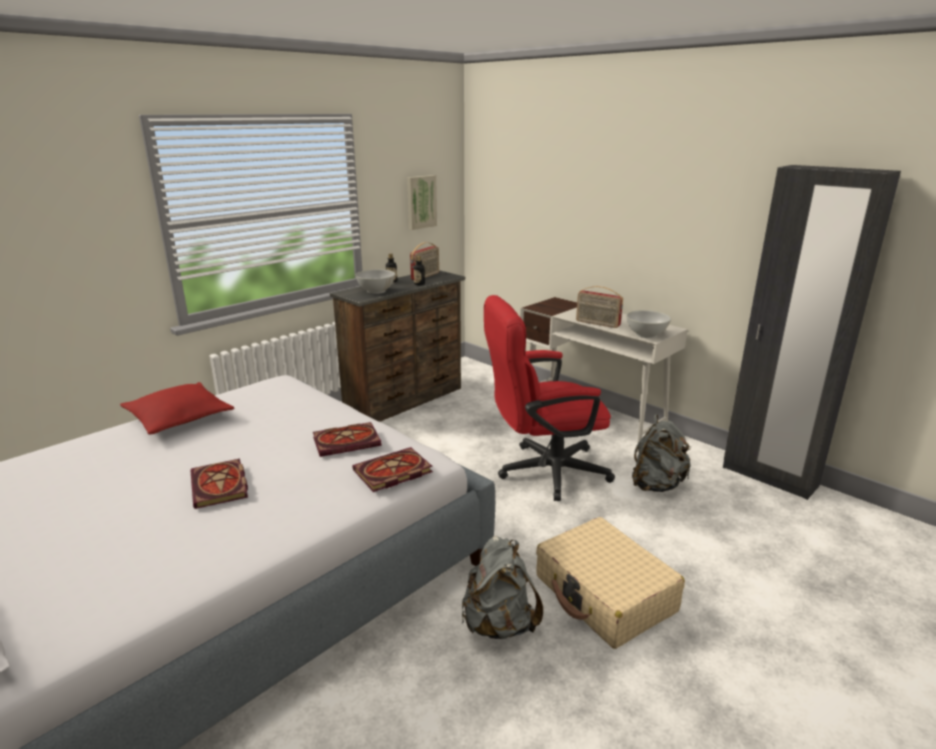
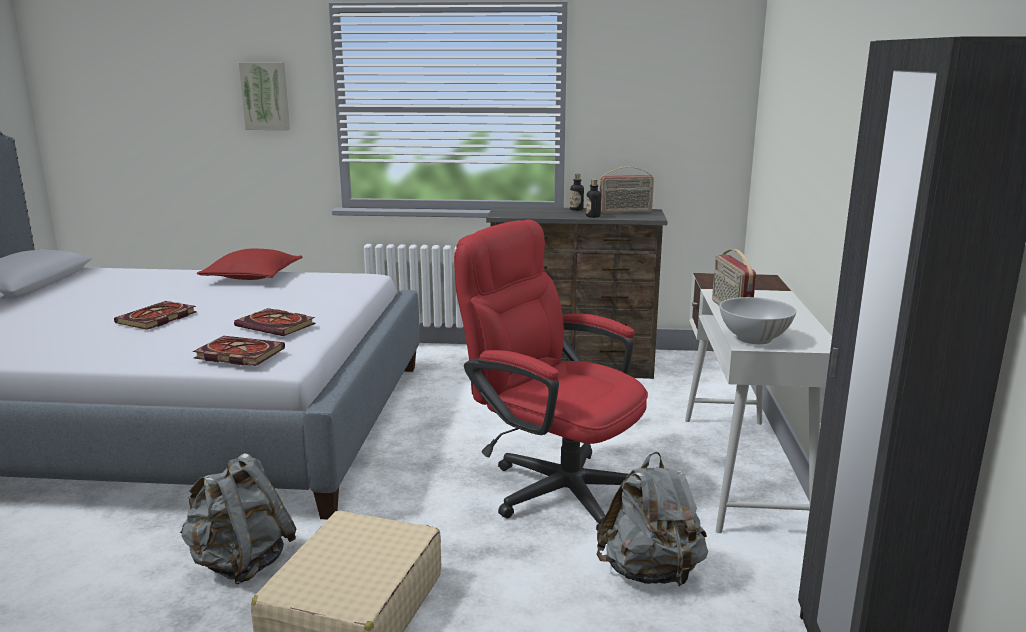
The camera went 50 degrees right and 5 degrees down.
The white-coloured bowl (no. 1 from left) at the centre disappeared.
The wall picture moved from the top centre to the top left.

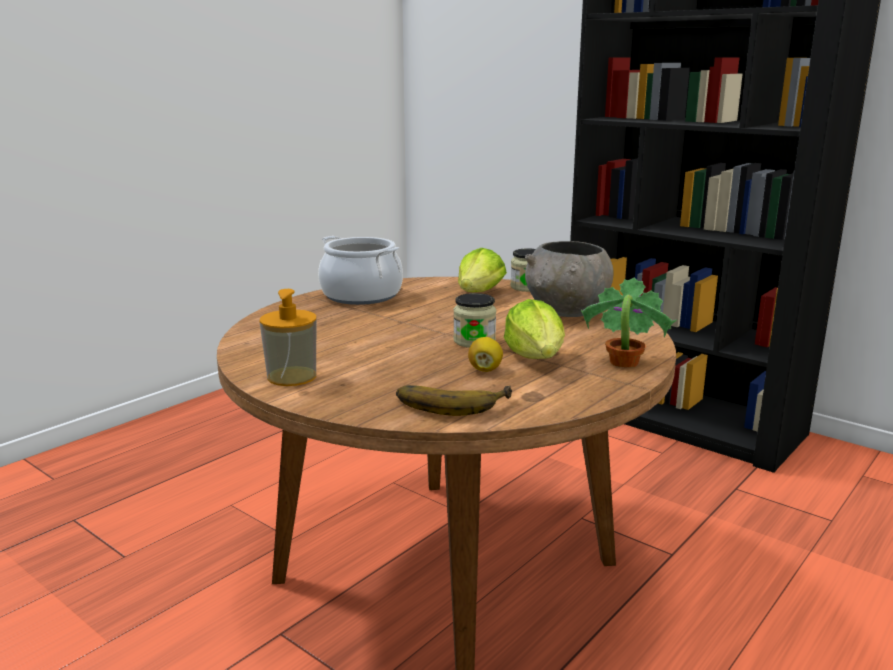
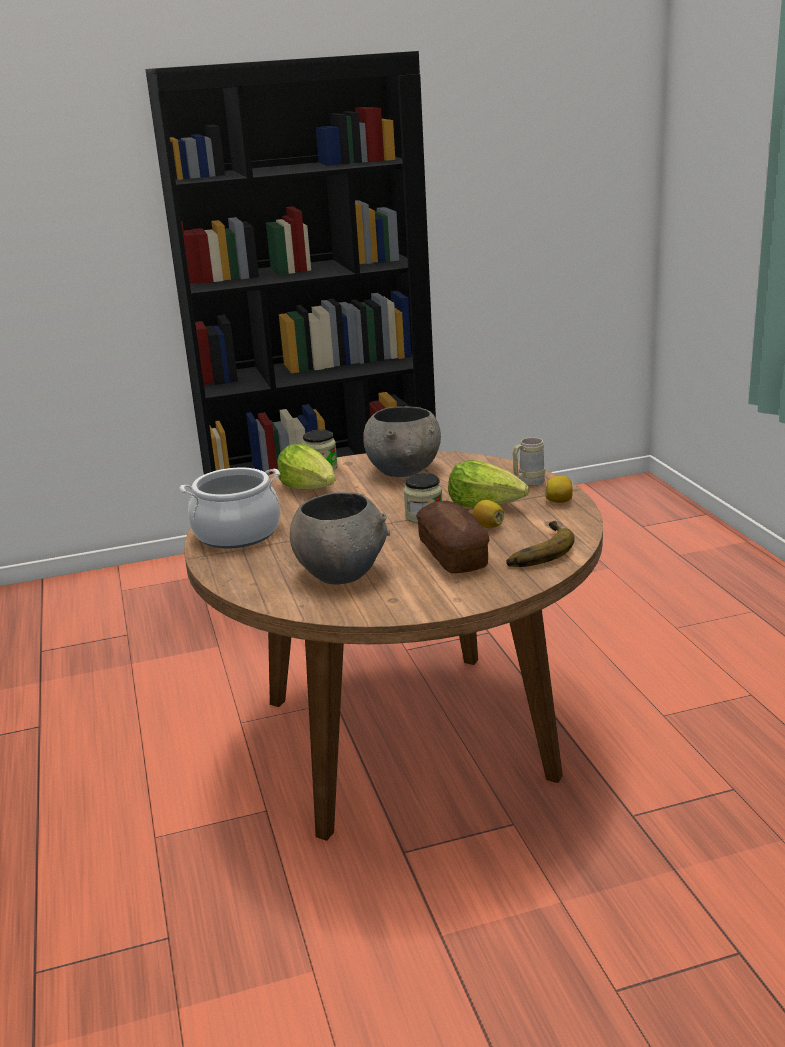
The camera went 55 degrees left and 5 degrees up.
The liquid soap bottle at the middle left disappeared.
The greyish bowl (no. 1 from left) at the centre appeared.
The bread at the centre appeared.
The whole lemon (no. 2 from left) at the middle right appeared.
The potted plant at the middle right was replaced by the beige-coloured mug at the middle right.

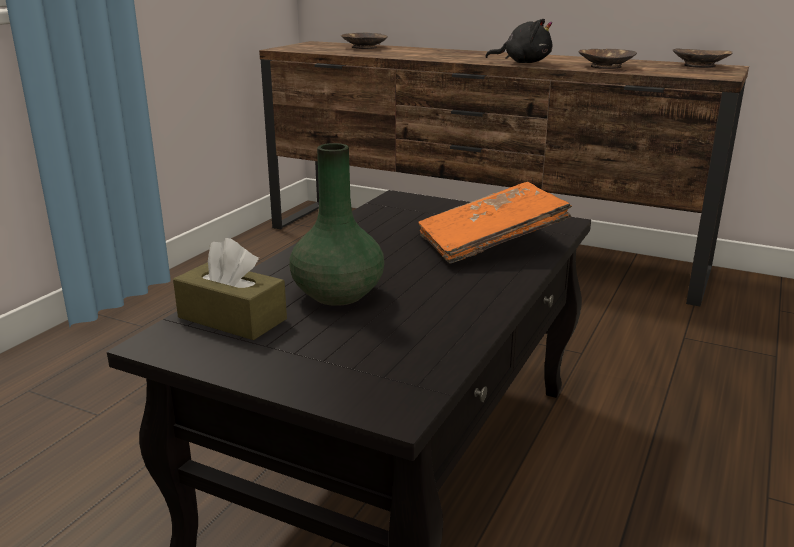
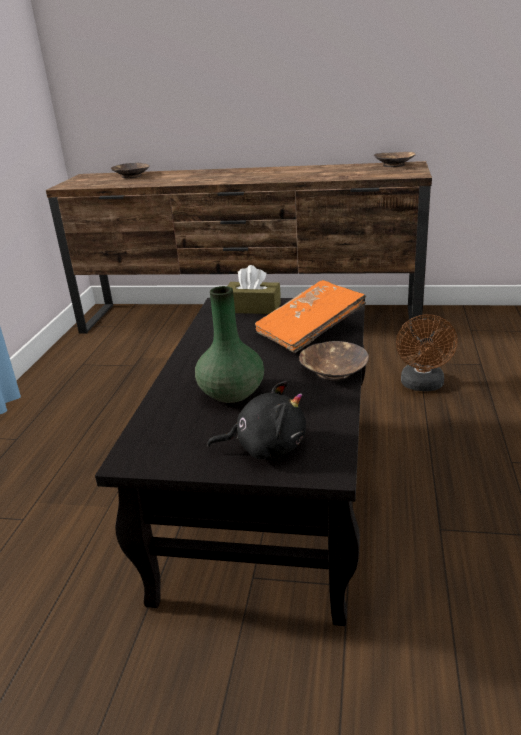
The camera went 15 degrees left and 5 degrees up.
The brown cooling fan at the middle right appeared.
The brown tissue holder moved from the middle left to the centre.
The blackish plush toy moved from the top centre to the centre.
The brown bowl (no. 2 from left) moved from the top right to the centre.

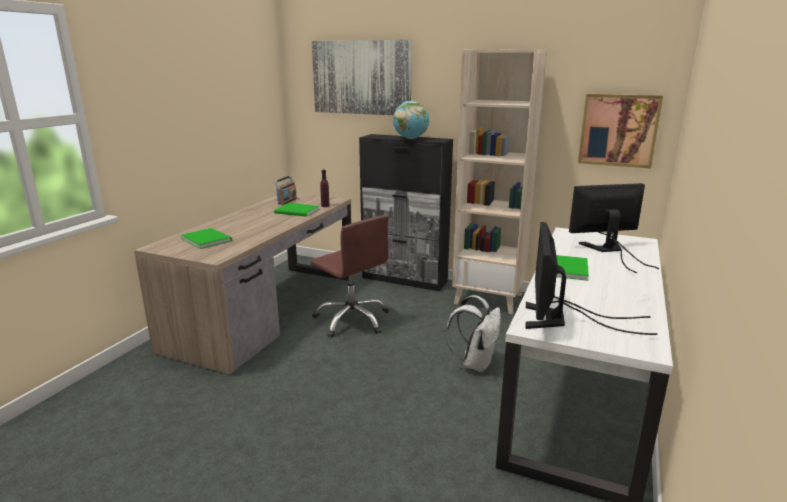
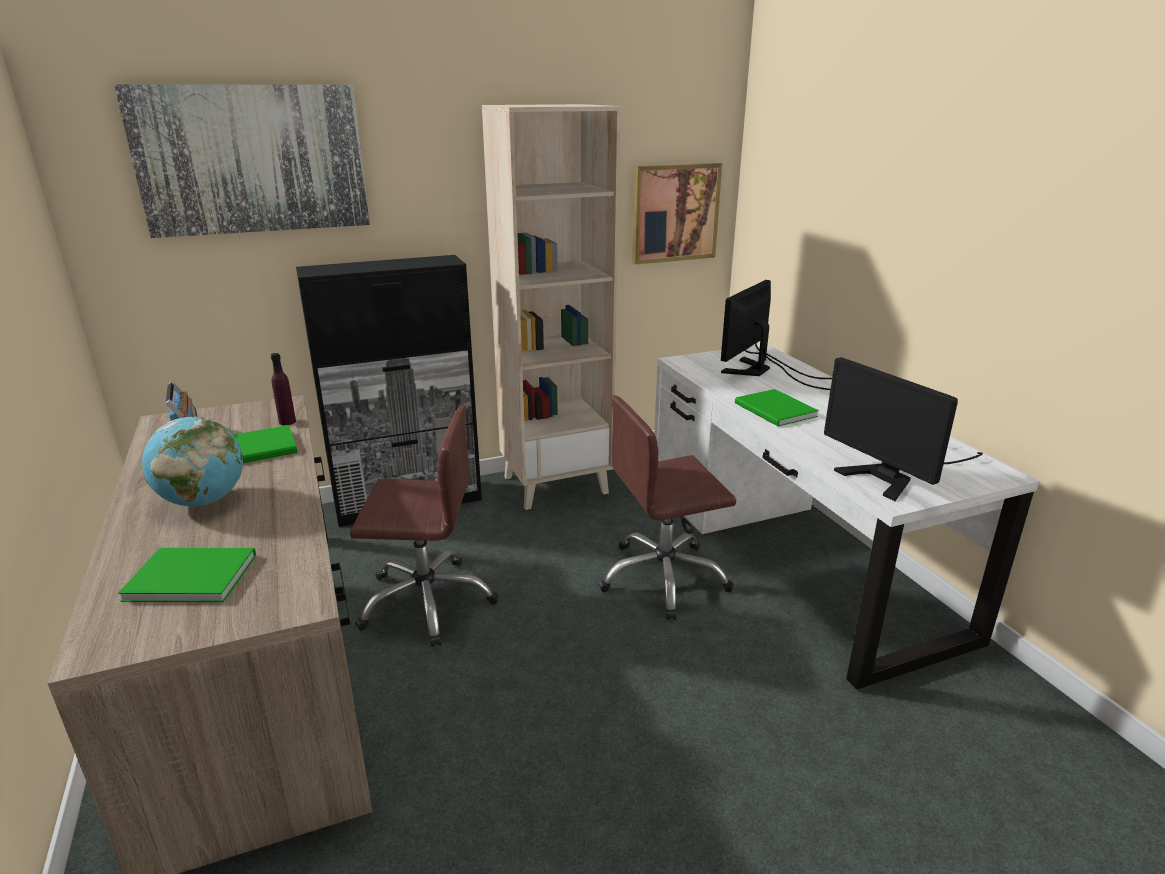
The camera went 45 degrees left and 5 degrees up.
The world globe moved from the top centre to the middle left.
The white-coloured rucksack at the centre was replaced by the brown computer chair (no. 2 from left) at the centre.

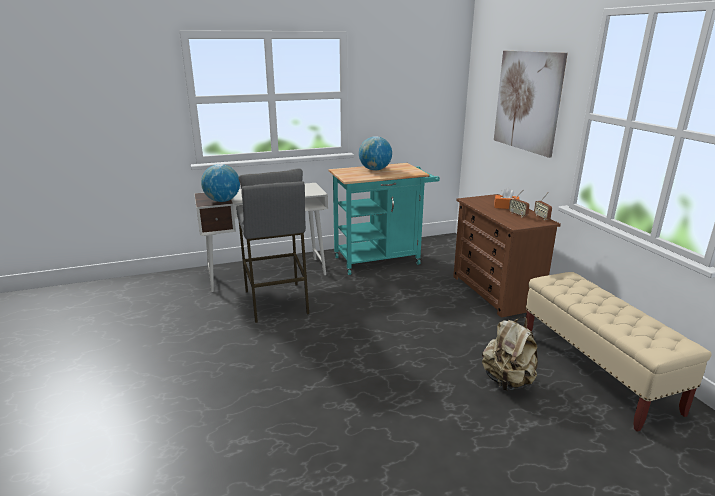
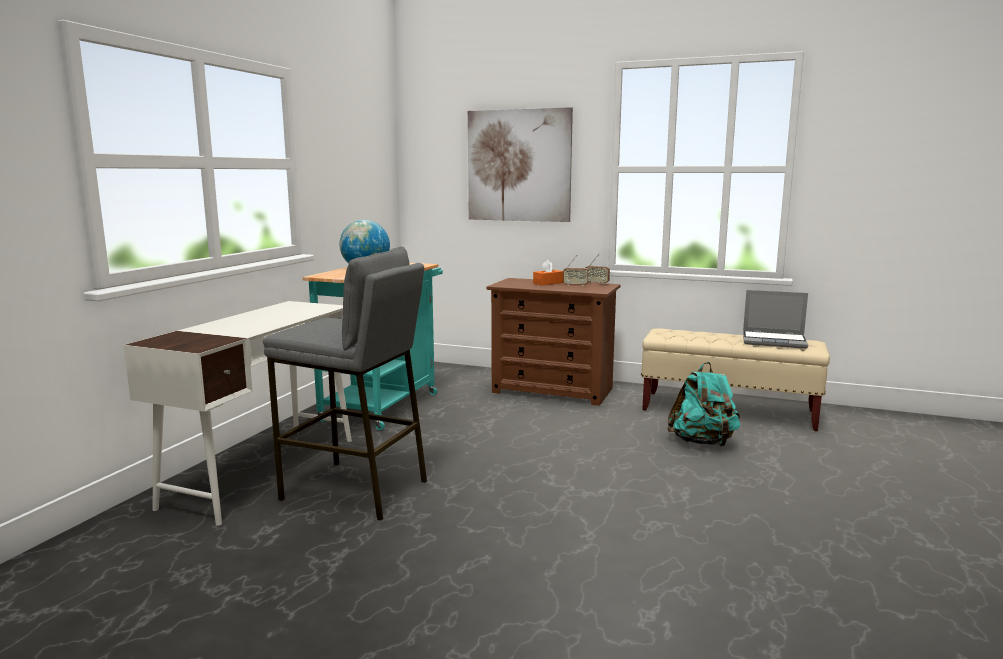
The camera went 50 degrees left and 10 degrees down.
The world globe (no. 1 from left) at the middle left disappeared.
The laptop at the middle right appeared.
The beige-coloured rucksack at the bottom right became the turquoise-coloured rucksack at the middle right.

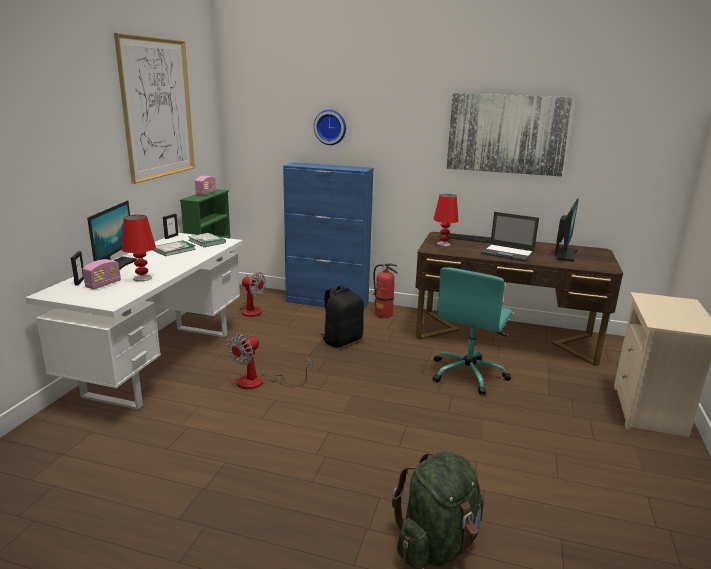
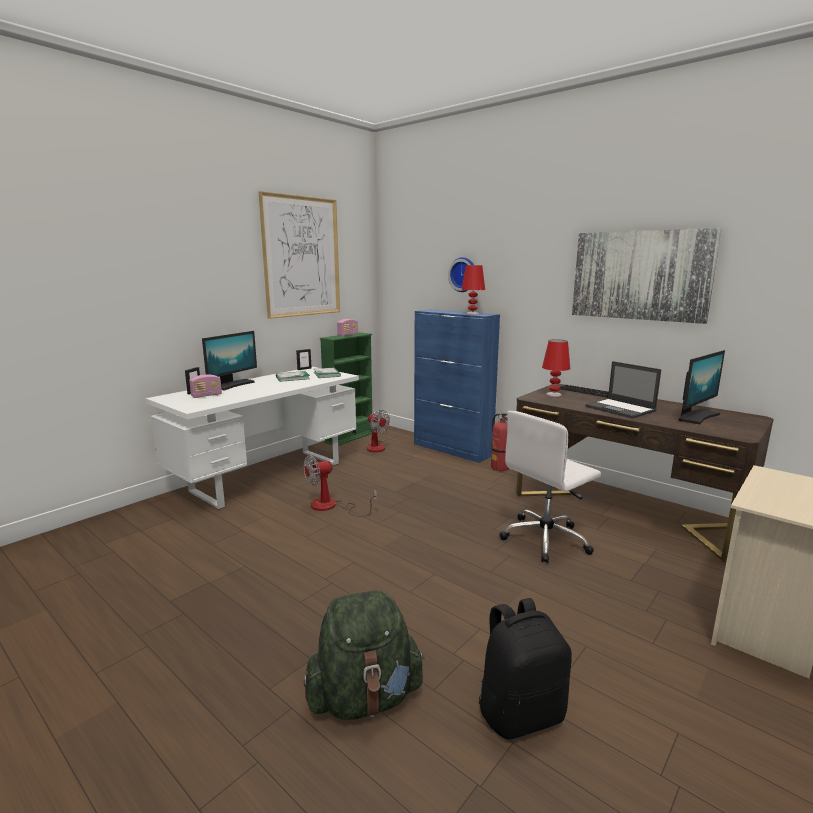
The camera went 25 degrees right and 5 degrees down.
The reddish table lamp (no. 1 from left) moved from the middle left to the centre.
The blackish rucksack moved from the centre to the bottom centre.
The turquoise-coloured computer chair at the centre became the white-coloured computer chair at the middle right.

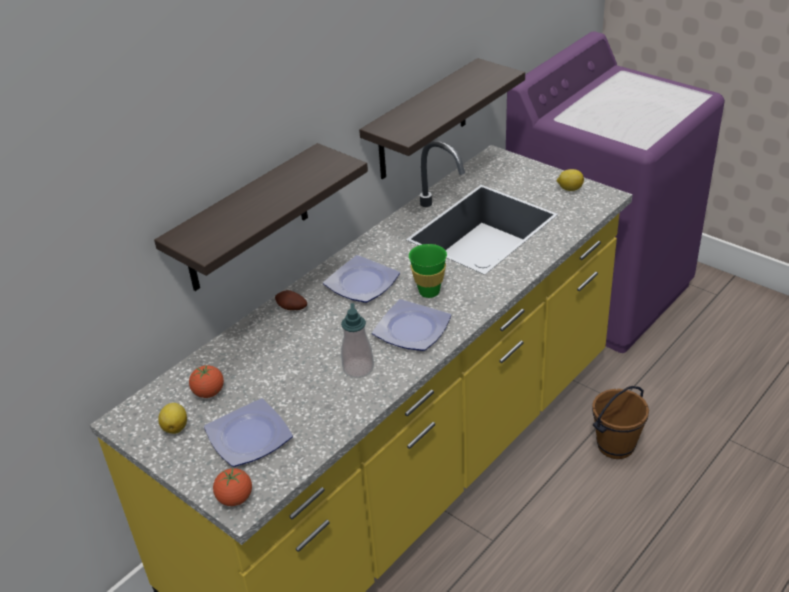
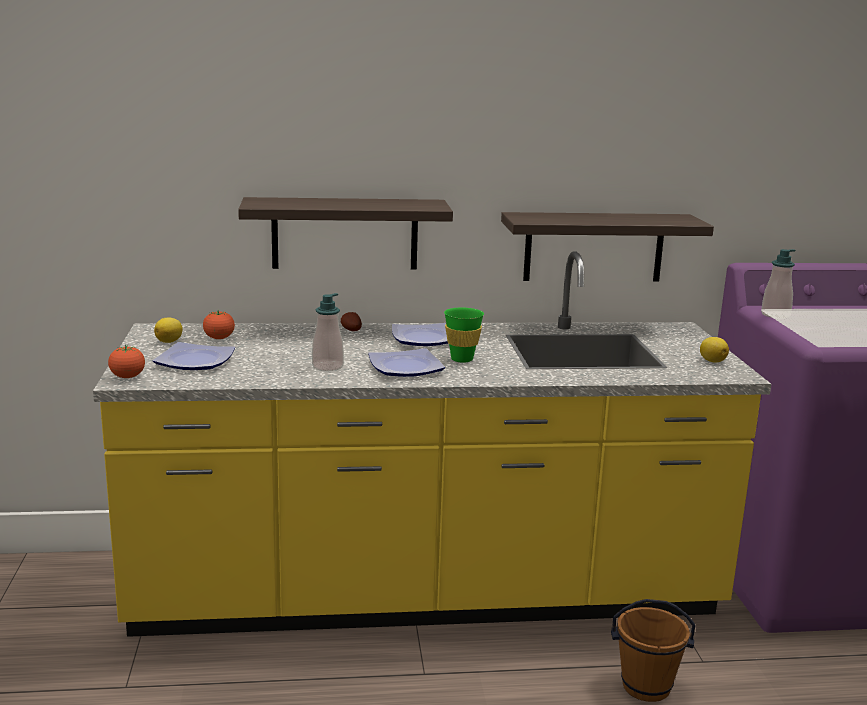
The camera went 40 degrees right and 20 degrees down.
The liquid soap bottle (no. 2 from left) at the middle right appeared.

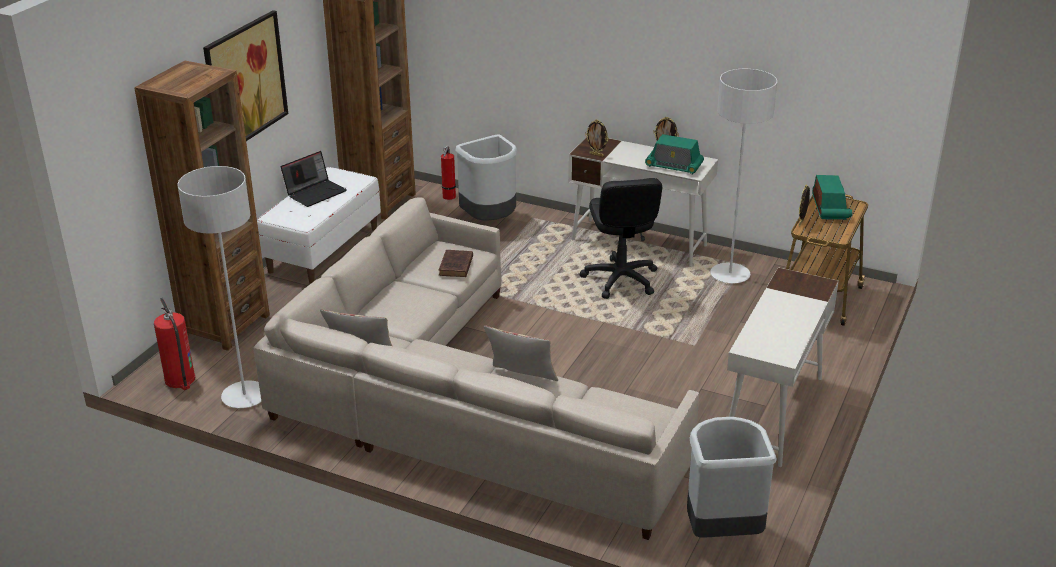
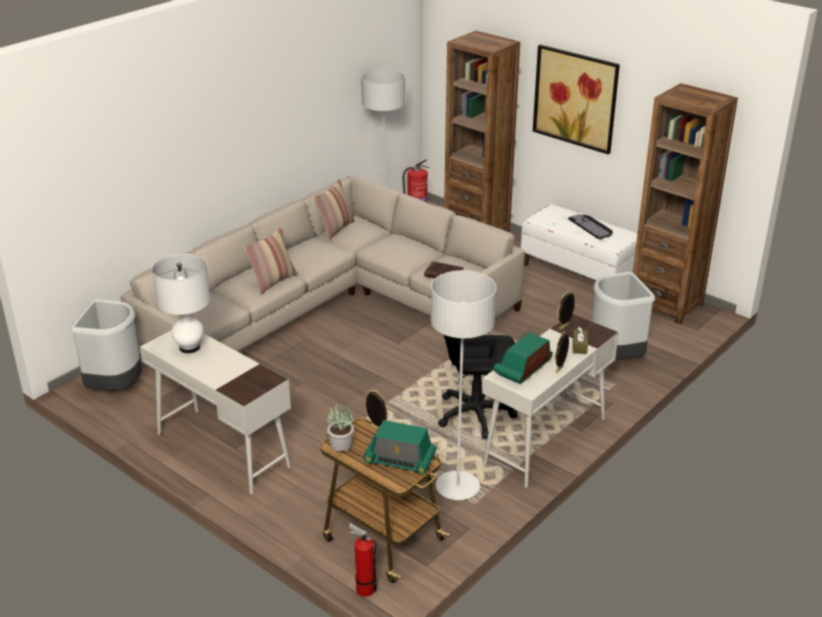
The camera went 105 degrees right and 0 degrees up.
The white-coloured table lamp at the middle left appeared.
The potted plant at the bottom centre appeared.
The brown tissue holder at the middle right appeared.
The fire-fighting cylinder (no. 2 from left in the first image) moved from the top centre to the bottom centre.
The laptop at the top left was replaced by the PC keyboard at the middle right.

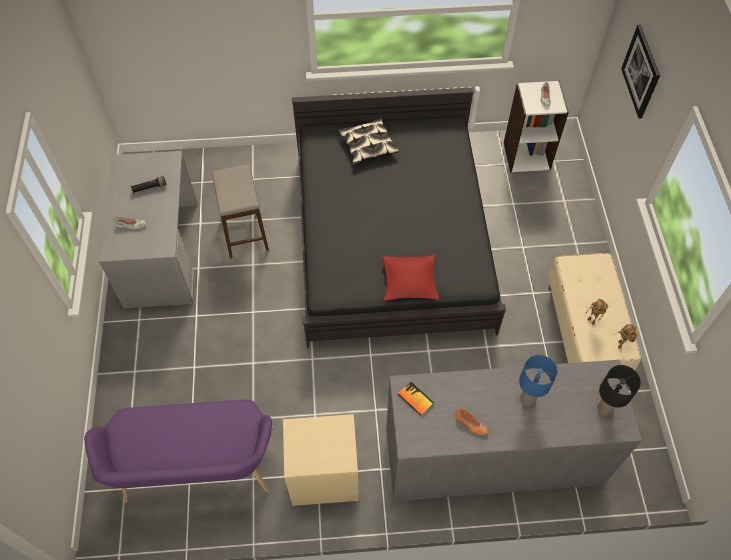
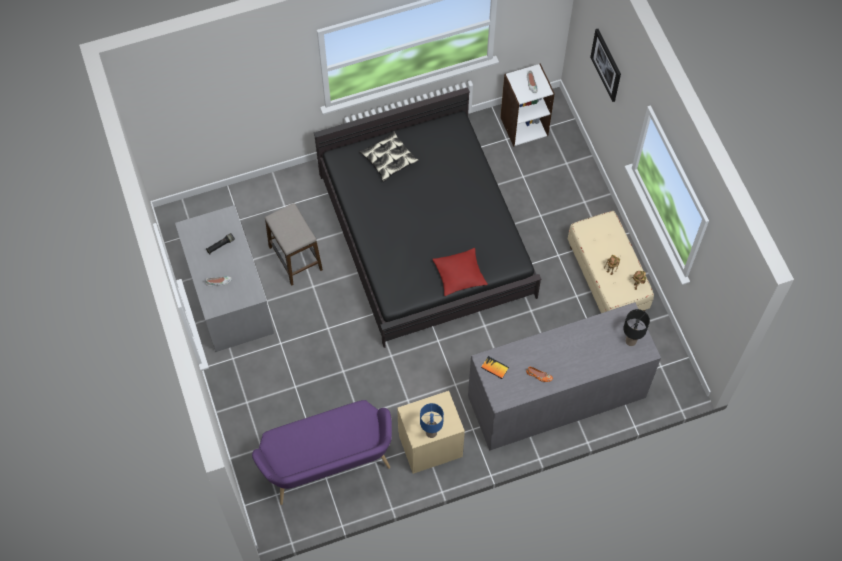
The camera went 15 degrees left and 5 degrees up.
The blue table lamp moved from the bottom right to the bottom centre.

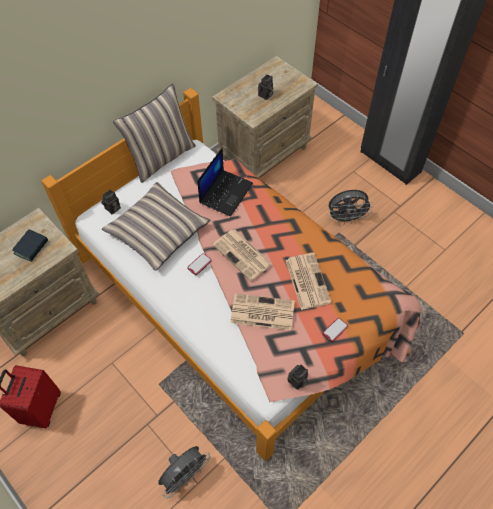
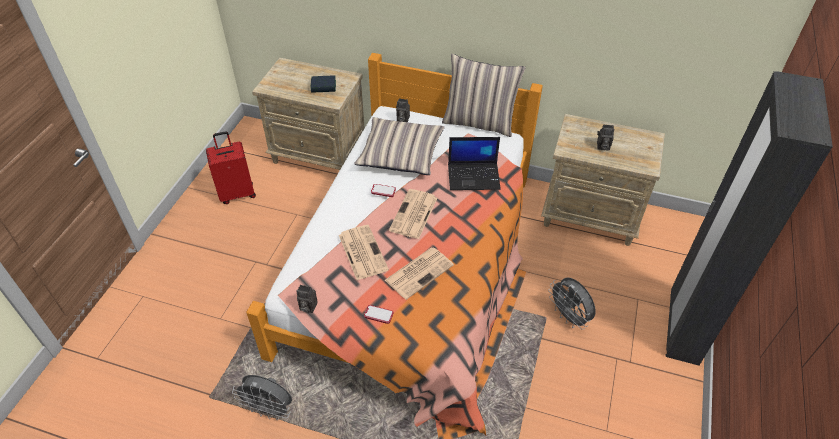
The camera went 60 degrees right and 10 degrees down.
The greyish cooling fan (no. 1 from left) moved from the bottom centre to the bottom left.

